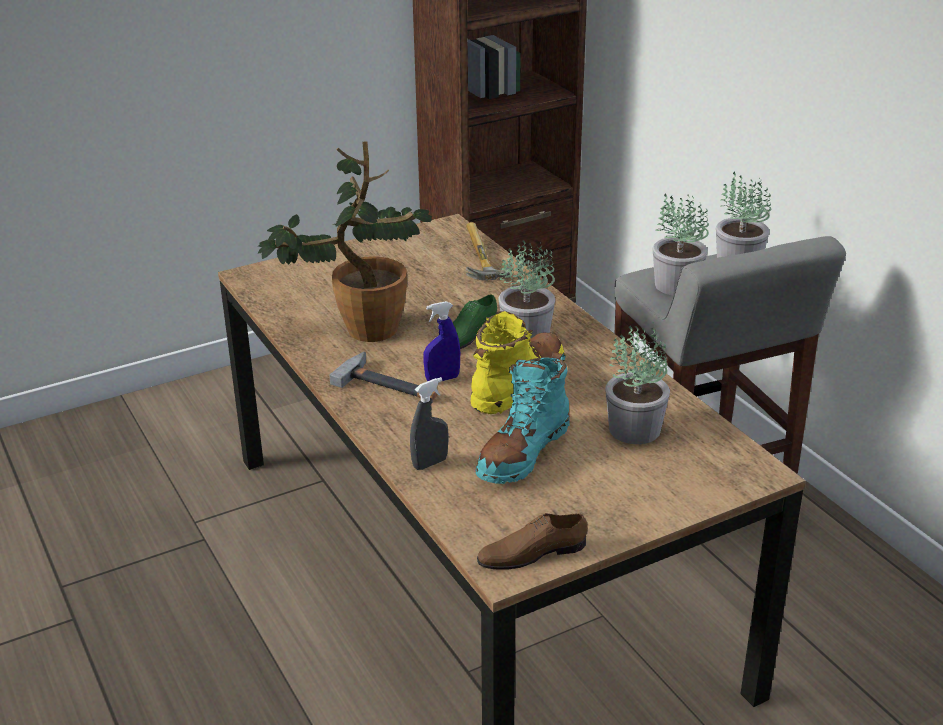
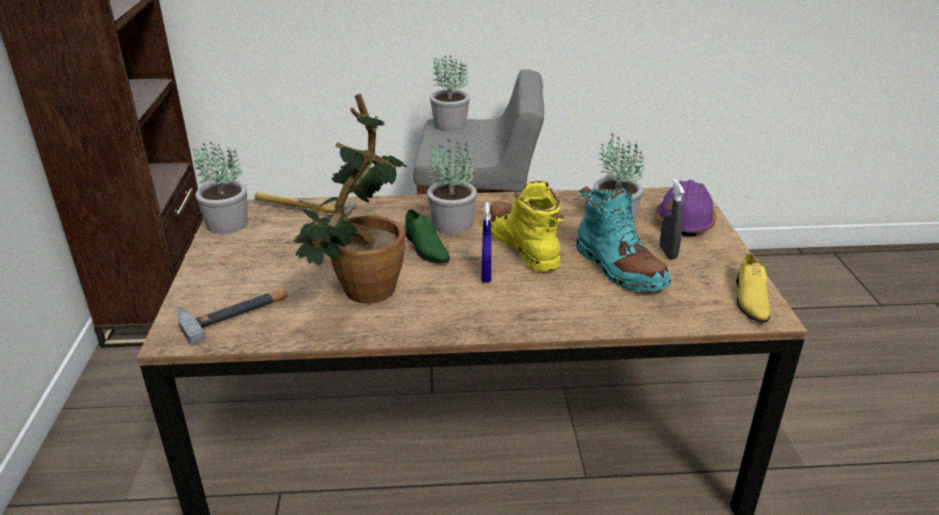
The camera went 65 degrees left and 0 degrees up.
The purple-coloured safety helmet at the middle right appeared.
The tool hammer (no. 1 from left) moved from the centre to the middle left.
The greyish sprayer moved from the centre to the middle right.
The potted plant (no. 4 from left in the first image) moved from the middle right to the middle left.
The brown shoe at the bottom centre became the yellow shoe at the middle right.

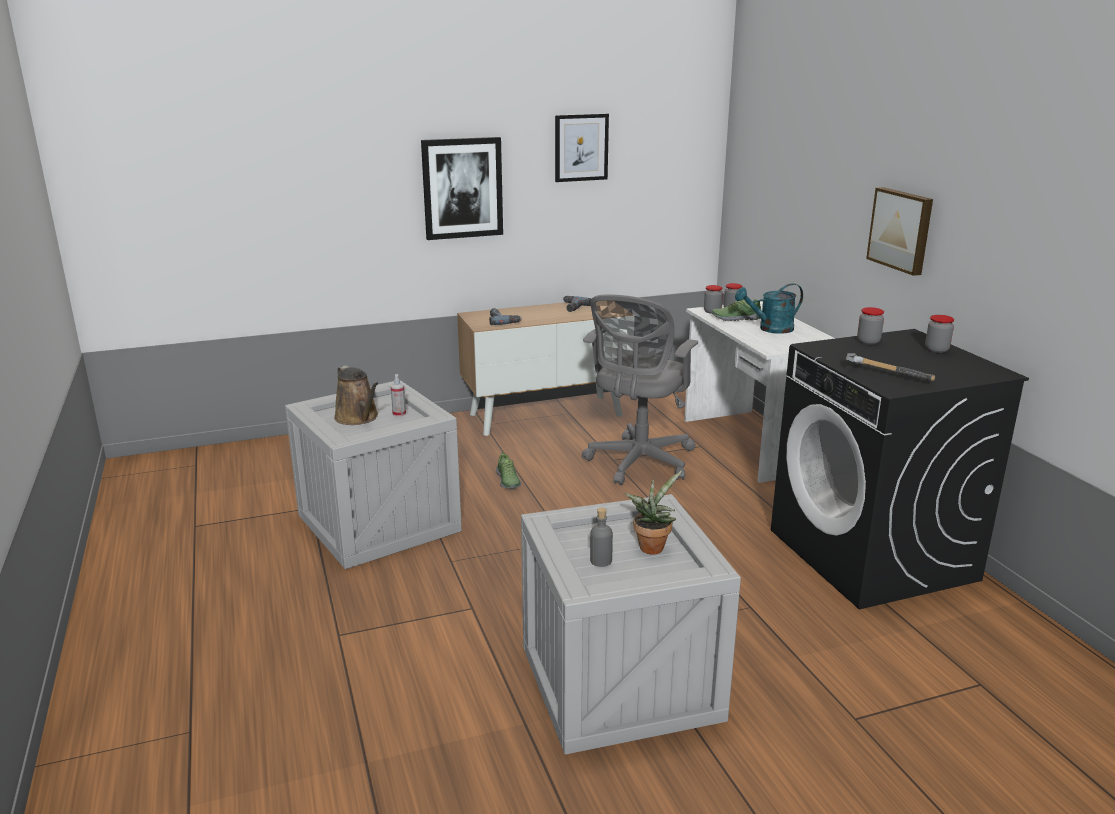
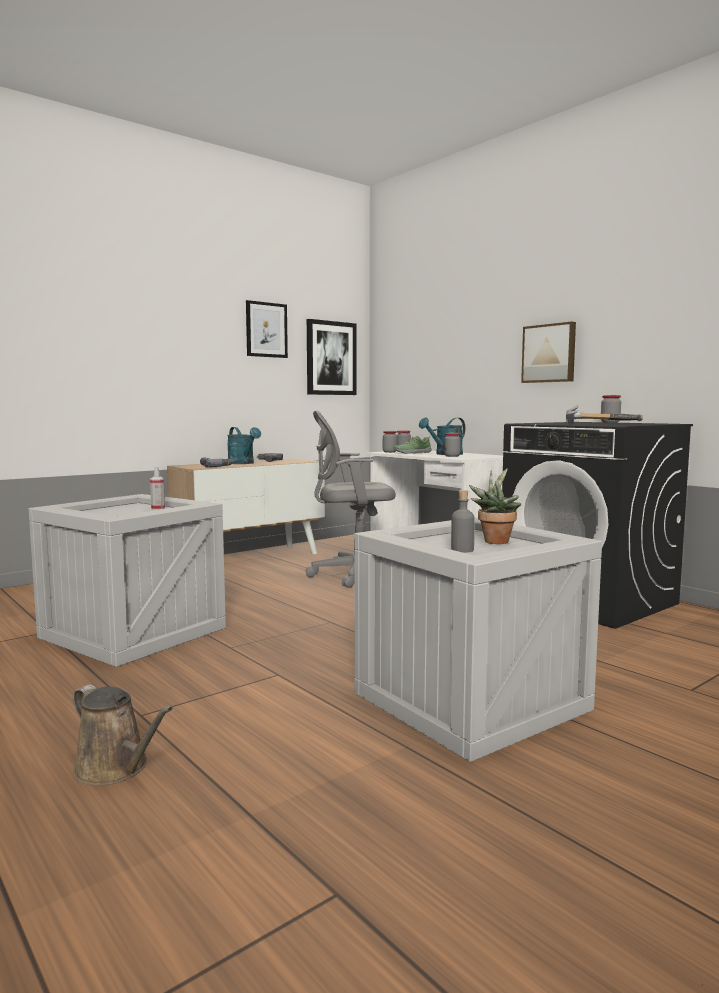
The camera went 20 degrees left and 15 degrees down.
The shoe (no. 1 from left) at the centre disappeared.
The turquoise-coloured watering can (no. 1 from left) at the centre appeared.
The brown watering can moved from the middle left to the bottom left.
The wall picture (no. 1 from left in the first image) moved from the top centre to the centre.
The preserve jar (no. 3 from left) moved from the middle right to the centre.
The greyish computer chair at the centre turned 75 degrees clockwise.

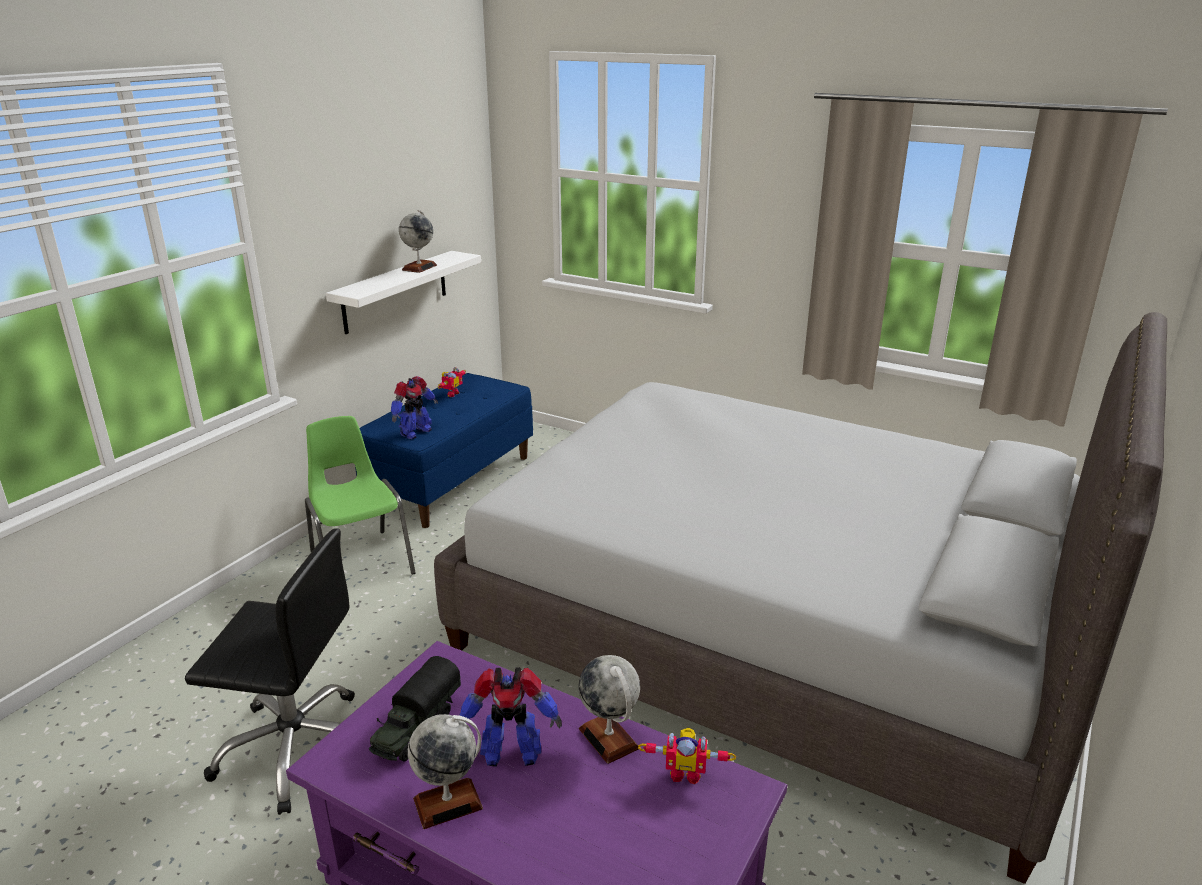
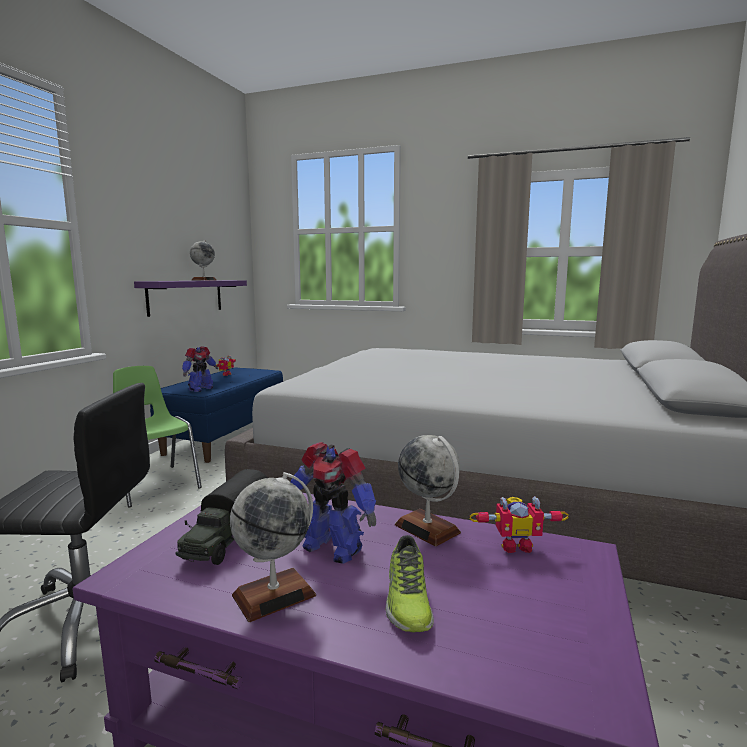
The camera went 10 degrees left and 15 degrees down.
The shoe at the bottom centre appeared.
The white-coloured wall shelf at the top centre became the purple-coloured wall shelf at the middle left.
The robot figure (no. 3 from left) at the bottom centre turned 45 degrees clockwise.

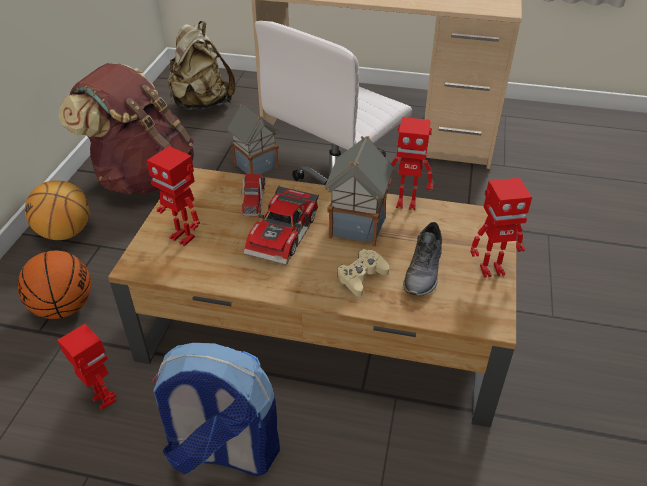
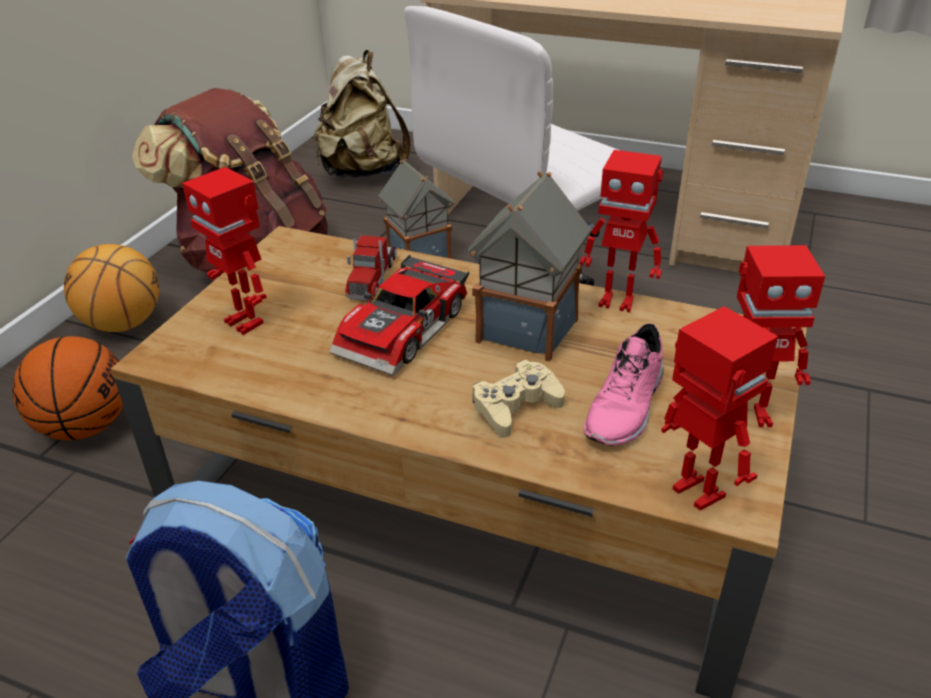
The camera went 10 degrees right and 5 degrees down.
The robot figure (no. 1 from left in the first image) moved from the bottom left to the middle right.
The greyish shoe at the centre became the pink shoe at the middle right.

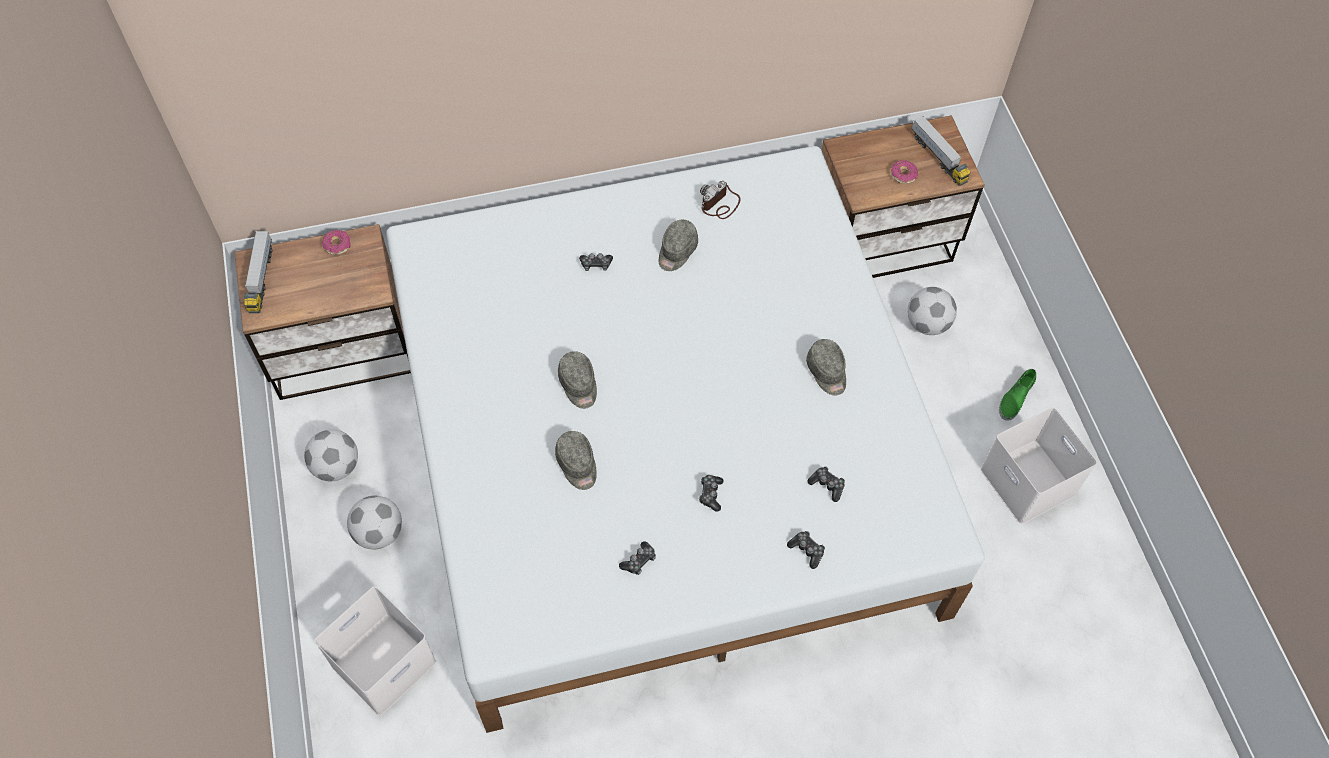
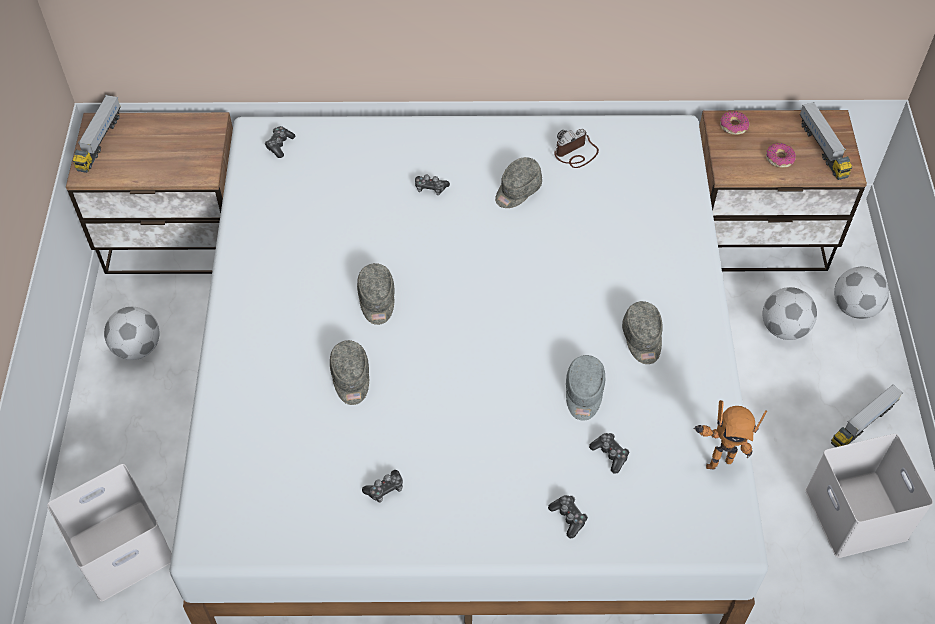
The camera went 15 degrees right and 5 degrees down.
The greyish peaked cap (no. 4 from left) at the centre appeared.
The robot figure at the bottom right appeared.
The doughnut (no. 1 from left) moved from the top left to the top right.
The ball for football (no. 2 from left in the first image) moved from the bottom left to the middle right.
The gamepad (no. 3 from left in the first image) moved from the centre to the top left.
The green-coloured shoe at the middle right was replaced by the model truck (no. 3 from left) at the middle right.

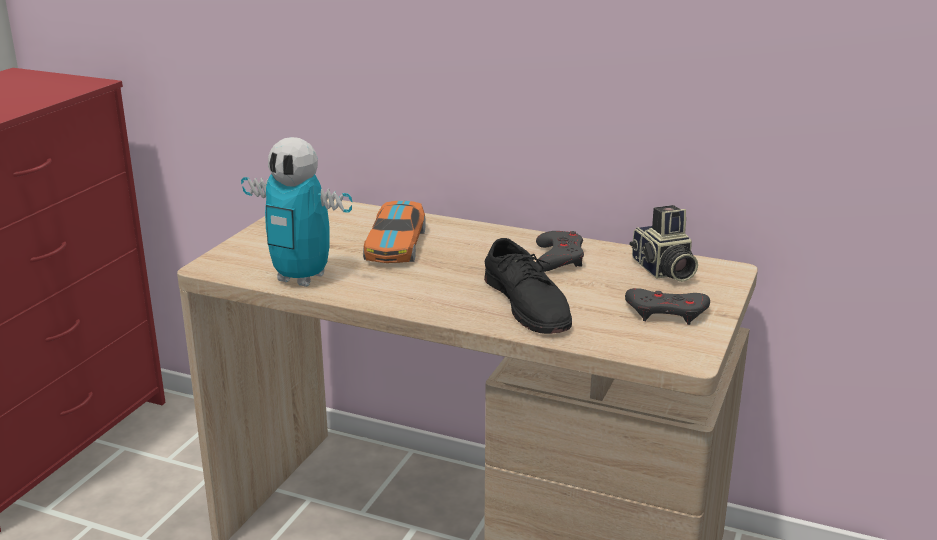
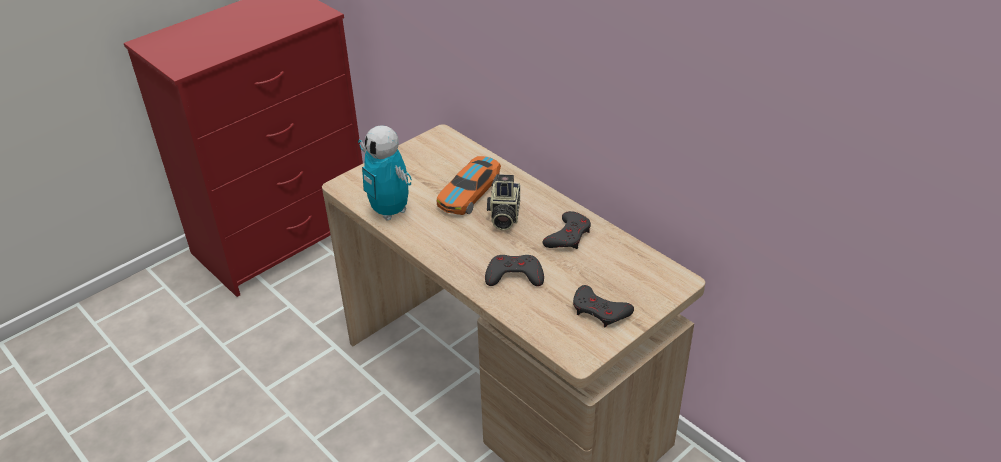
The camera went 25 degrees right and 15 degrees up.
The still camera moved from the middle right to the centre.
The blackish shoe at the centre was replaced by the greyish gamepad (no. 1 from left) at the centre.

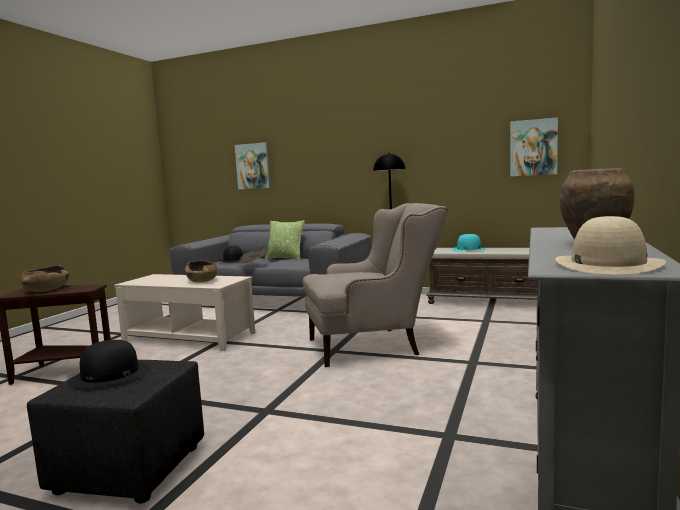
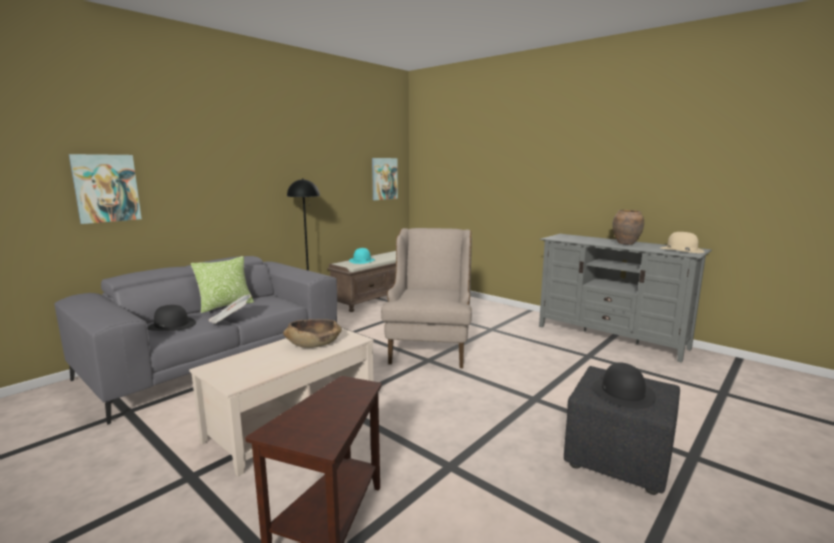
The camera went 70 degrees left and 5 degrees up.
The brown bowl (no. 1 from left) at the middle left disappeared.

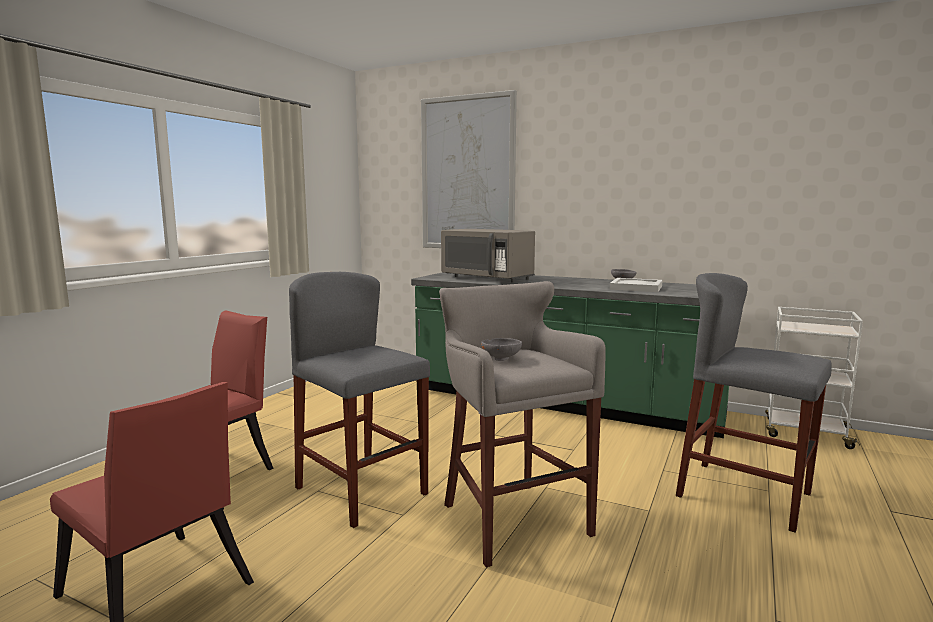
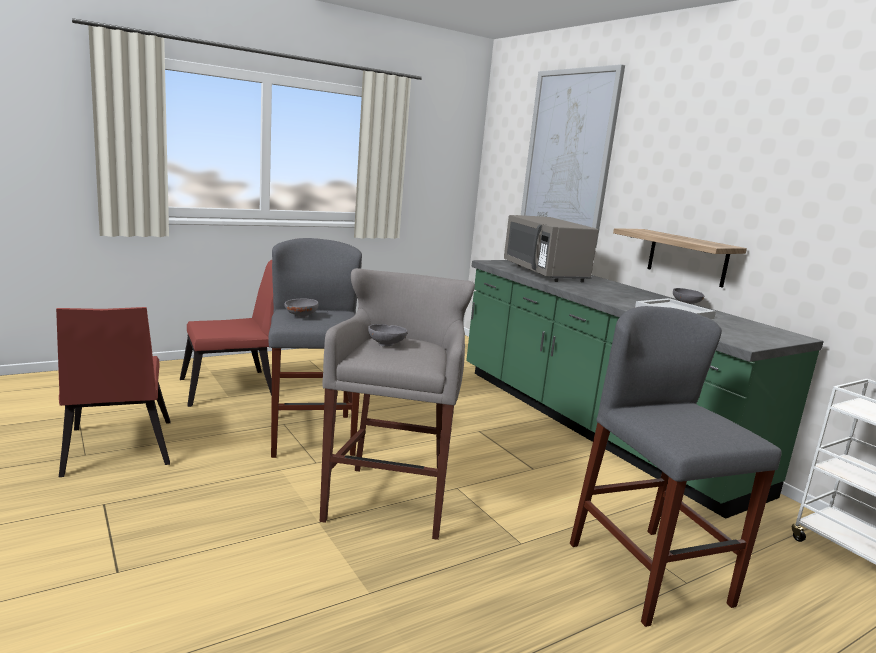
The camera went 30 degrees right and 5 degrees up.
The greyish bowl (no. 1 from left) at the centre appeared.
The wall shelf at the middle right appeared.

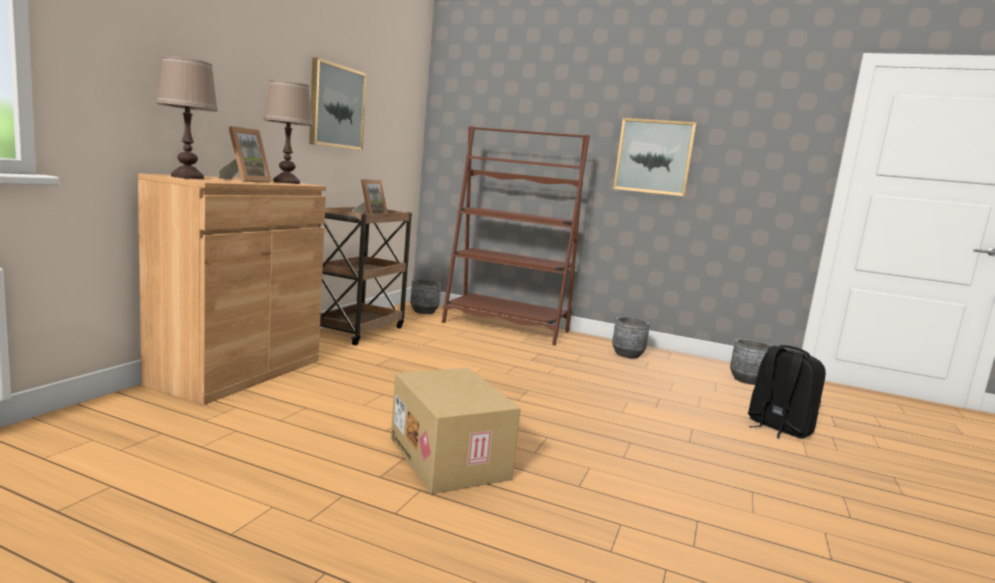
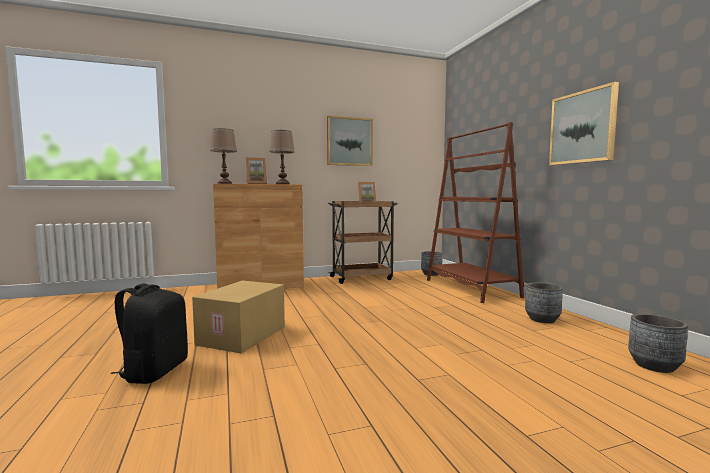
The camera went 50 degrees right and 5 degrees down.
The blackish rucksack moved from the bottom right to the bottom left.

